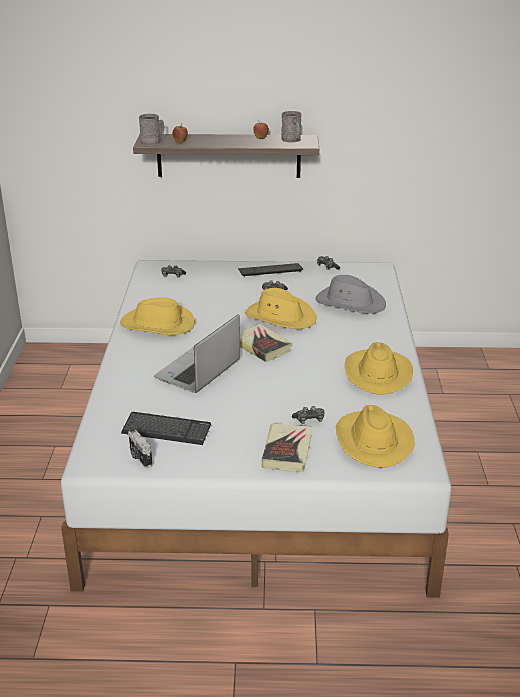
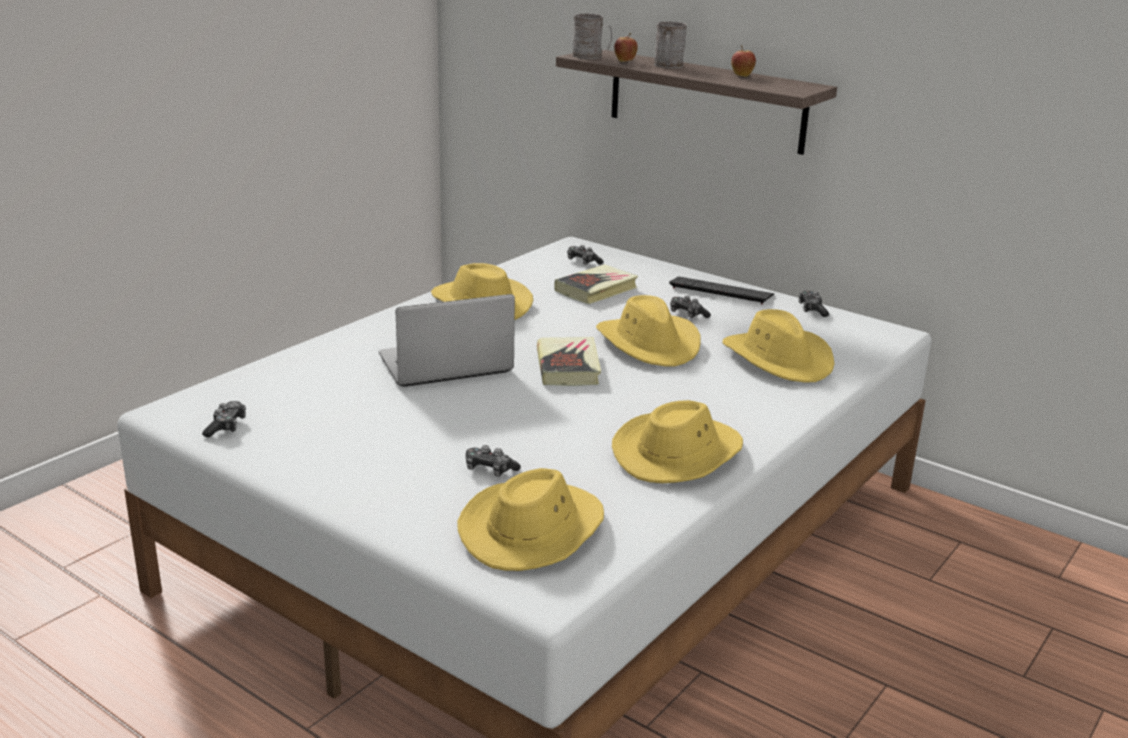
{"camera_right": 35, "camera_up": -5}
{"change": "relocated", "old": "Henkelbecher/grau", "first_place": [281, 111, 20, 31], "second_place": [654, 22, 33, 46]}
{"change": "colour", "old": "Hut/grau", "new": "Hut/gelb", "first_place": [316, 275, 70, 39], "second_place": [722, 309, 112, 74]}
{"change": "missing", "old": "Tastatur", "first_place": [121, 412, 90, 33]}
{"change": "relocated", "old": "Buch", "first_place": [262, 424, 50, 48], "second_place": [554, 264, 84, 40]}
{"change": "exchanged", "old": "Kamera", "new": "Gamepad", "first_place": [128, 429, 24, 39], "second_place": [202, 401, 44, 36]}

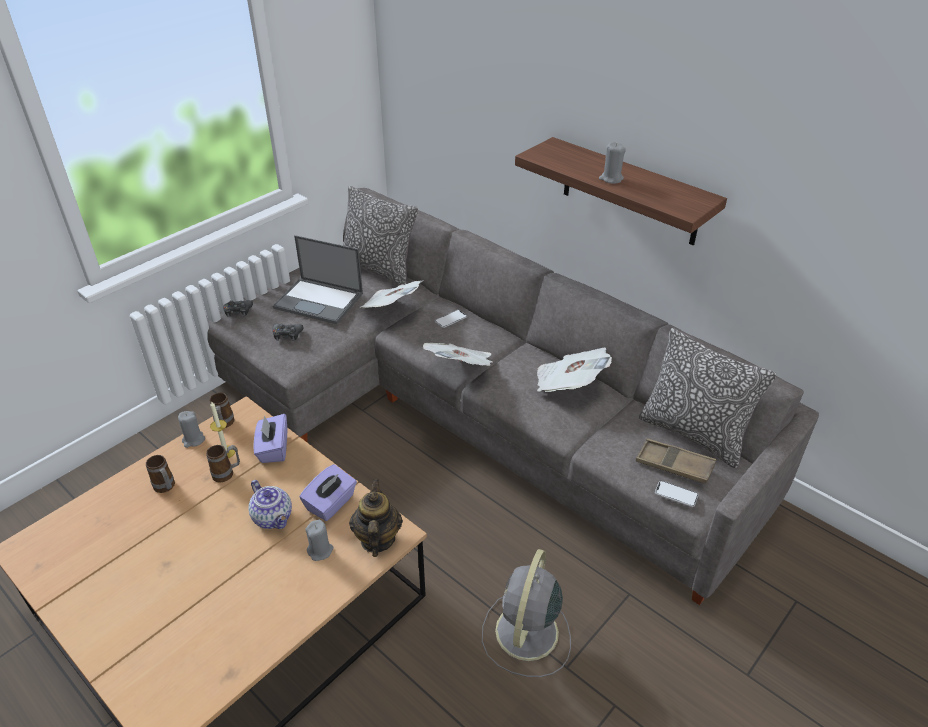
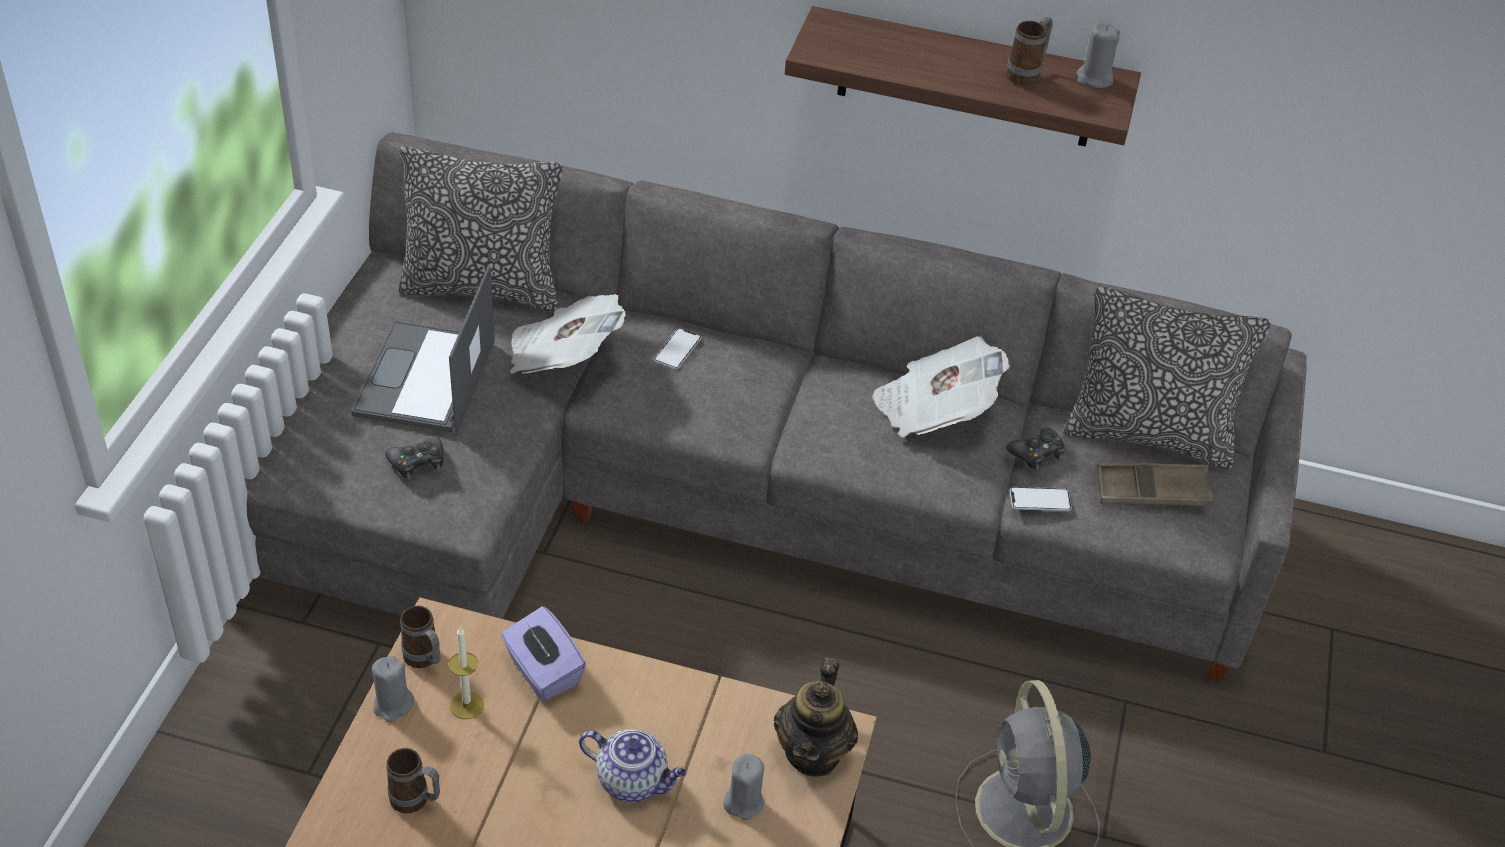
{"camera_right": -30, "camera_up": 5}
{"change": "relocated", "old": "Kerze/grau", "first_place": [599, 142, 27, 42], "second_place": [1076, 22, 44, 66]}
{"change": "spun", "old": "Laptop", "first_place": [273, 235, 90, 89], "second_place": [351, 266, 144, 167], "degrees": 105}
{"change": "relocated", "old": "Gamepad/schwarz", "first_place": [223, 300, 30, 17], "second_place": [1006, 427, 59, 43]}
{"change": "missing", "old": "Zeitung", "first_place": [423, 343, 70, 23]}
{"change": "relocated", "old": "Henkelbecher", "first_place": [206, 445, 34, 38], "second_place": [1006, 16, 47, 70]}
{"change": "missing", "old": "Taschentuchbox/lila", "first_place": [300, 464, 57, 57]}
{"change": "spun", "old": "Teekanne", "first_place": [349, 479, 54, 78], "second_place": [774, 657, 84, 120], "degrees": -135}
{"change": "relocated", "old": "Handy", "first_place": [655, 481, 44, 26], "second_place": [1009, 487, 63, 24]}

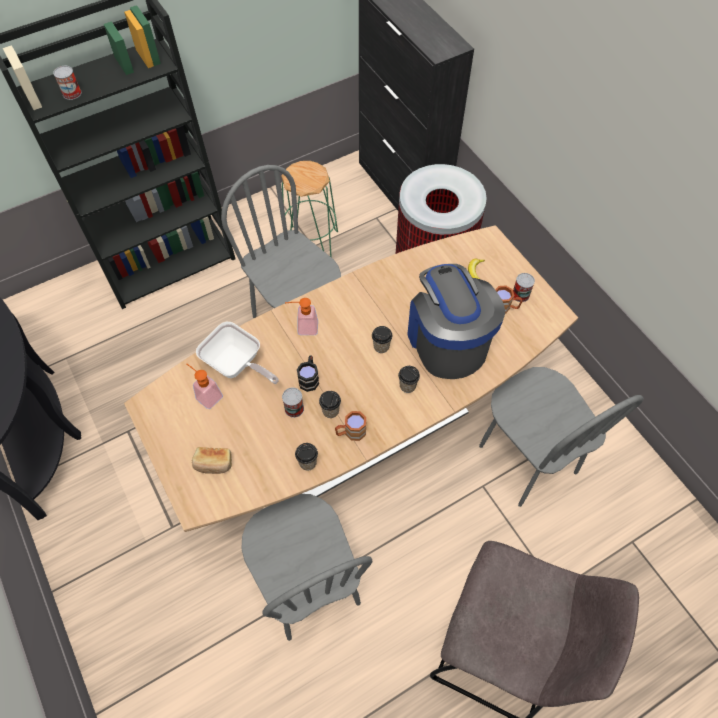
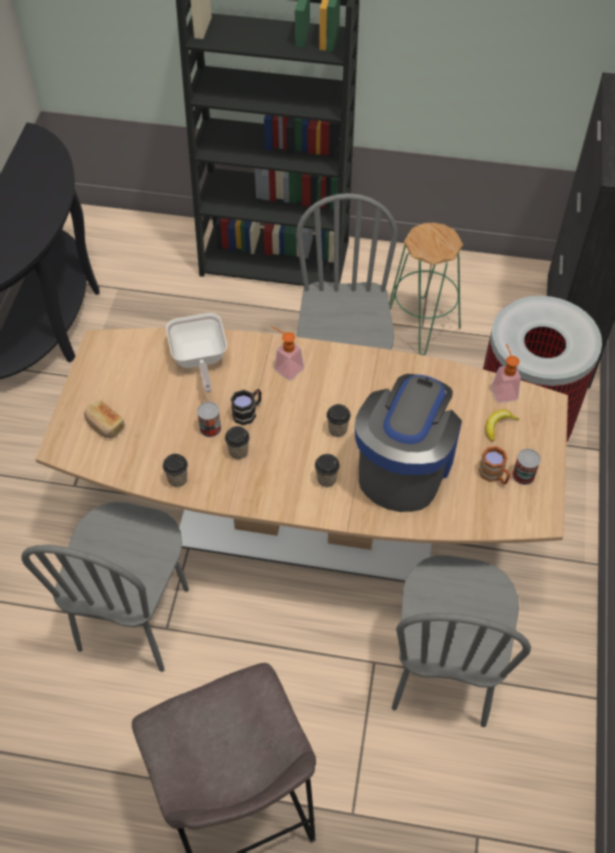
{"camera_right": 40, "camera_up": -5}
{"change": "missing", "old": "Dose", "first_place": [53, 66, 29, 34]}
{"change": "relocated", "old": "Seifenspender", "first_place": [186, 363, 37, 46], "second_place": [492, 344, 29, 58]}
{"change": "missing", "old": "Henkelbecher/braun", "first_place": [335, 411, 31, 30]}

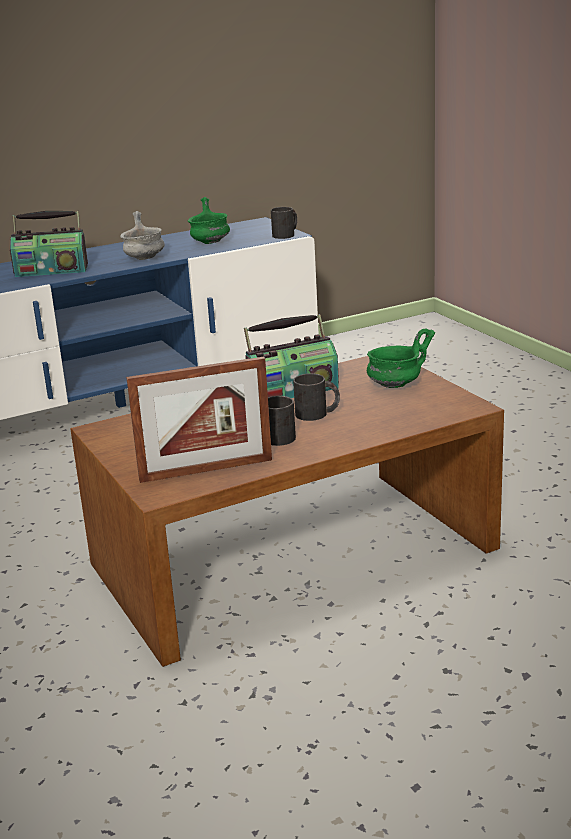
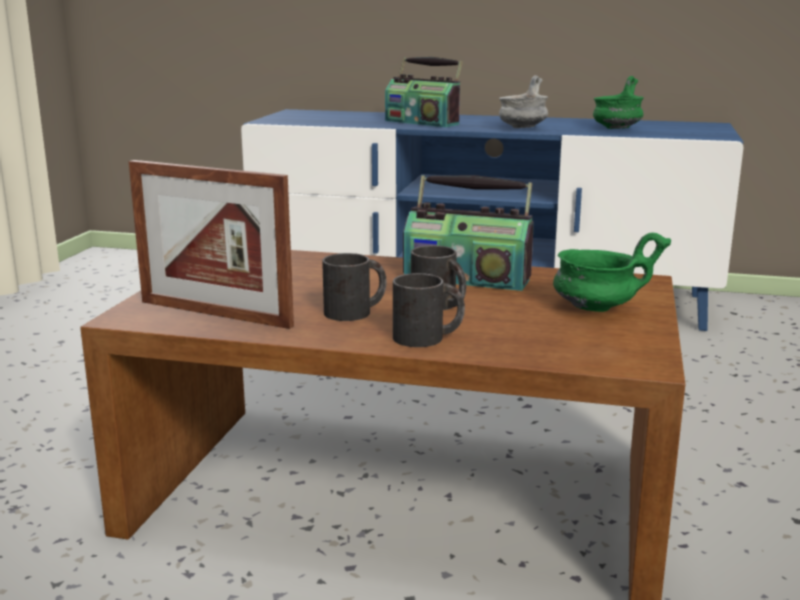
{"camera_right": 40, "camera_up": -5}
{"change": "relocated", "old": "Henkelbecher/schwarz", "first_place": [271, 207, 26, 32], "second_place": [393, 273, 72, 74]}

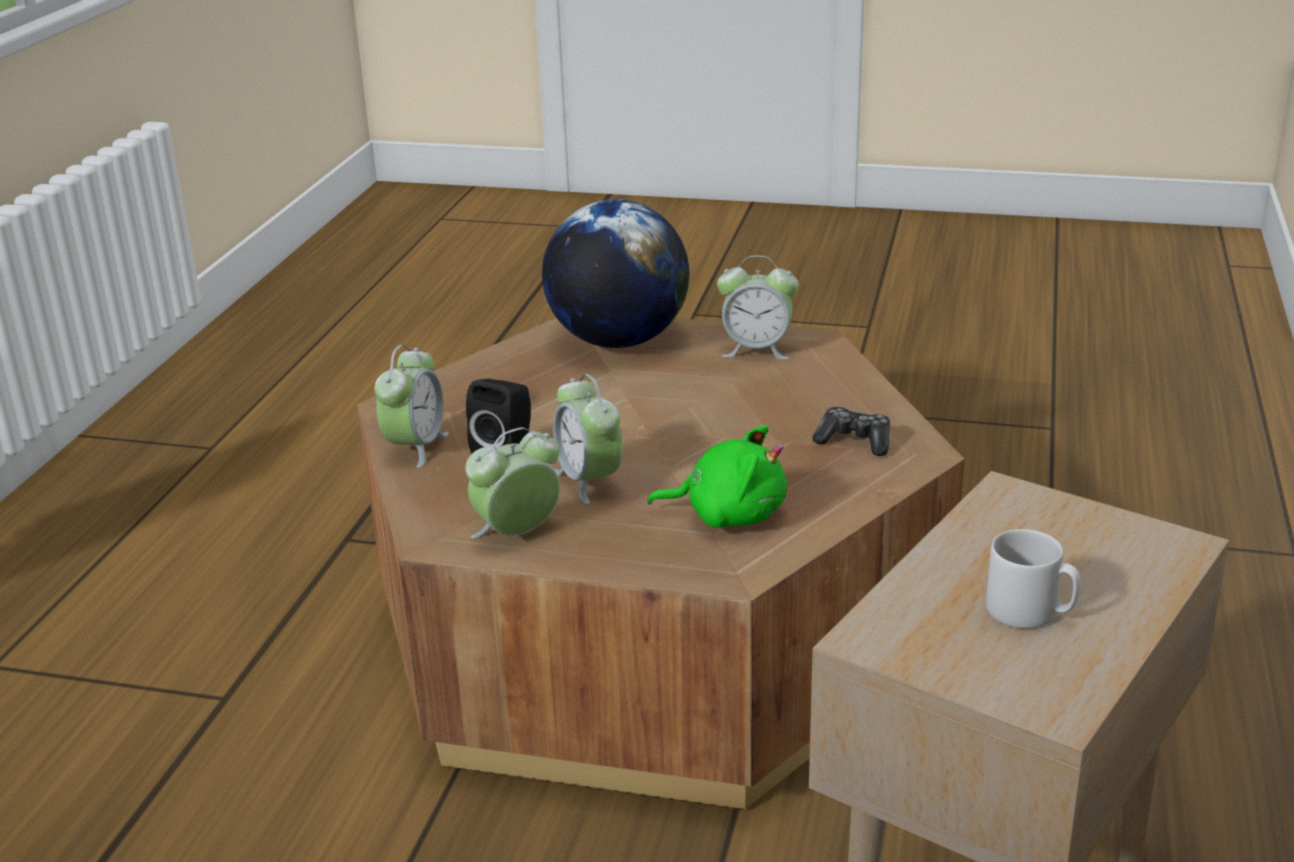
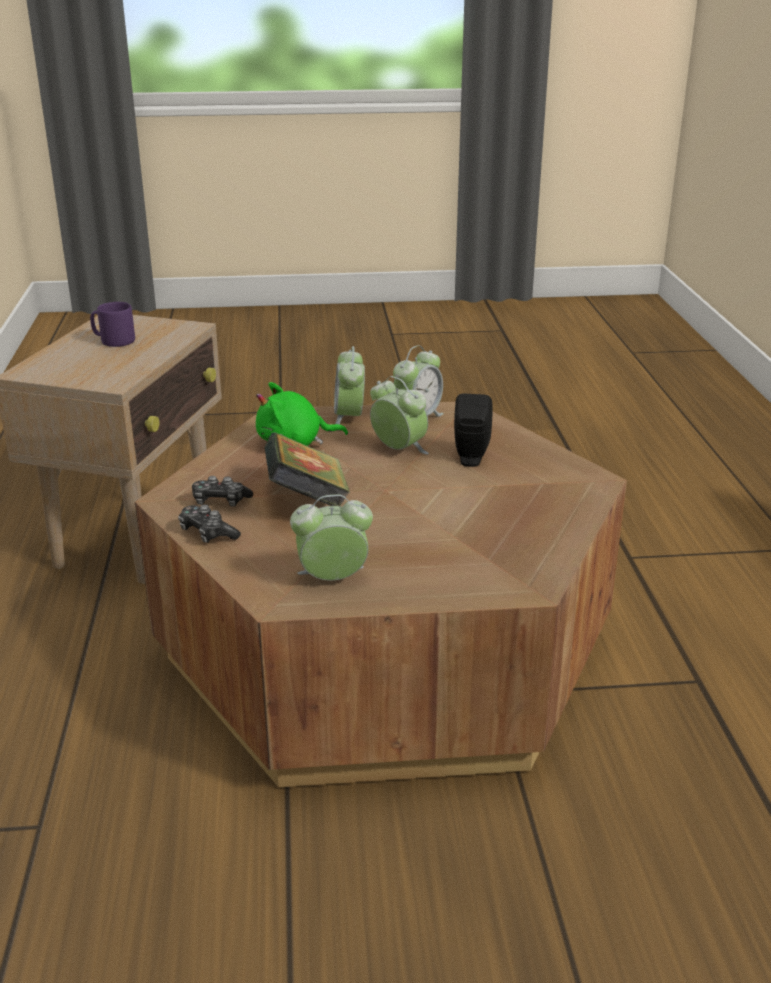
{"camera_right": 160, "camera_up": 0}
{"change": "missing", "old": "Globus", "first_place": [542, 199, 147, 149]}
{"change": "relocated", "old": "Wecker", "first_place": [375, 345, 74, 123], "second_place": [334, 346, 31, 79]}
{"change": "colour", "old": "Henkelbecher/grau", "new": "Henkelbecher/lila", "first_place": [986, 529, 94, 100], "second_place": [90, 302, 45, 45]}
{"change": "appeared", "new": "Buch", "second_place": [265, 432, 86, 75]}
{"change": "appeared", "new": "Gamepad", "second_place": [178, 505, 63, 38]}

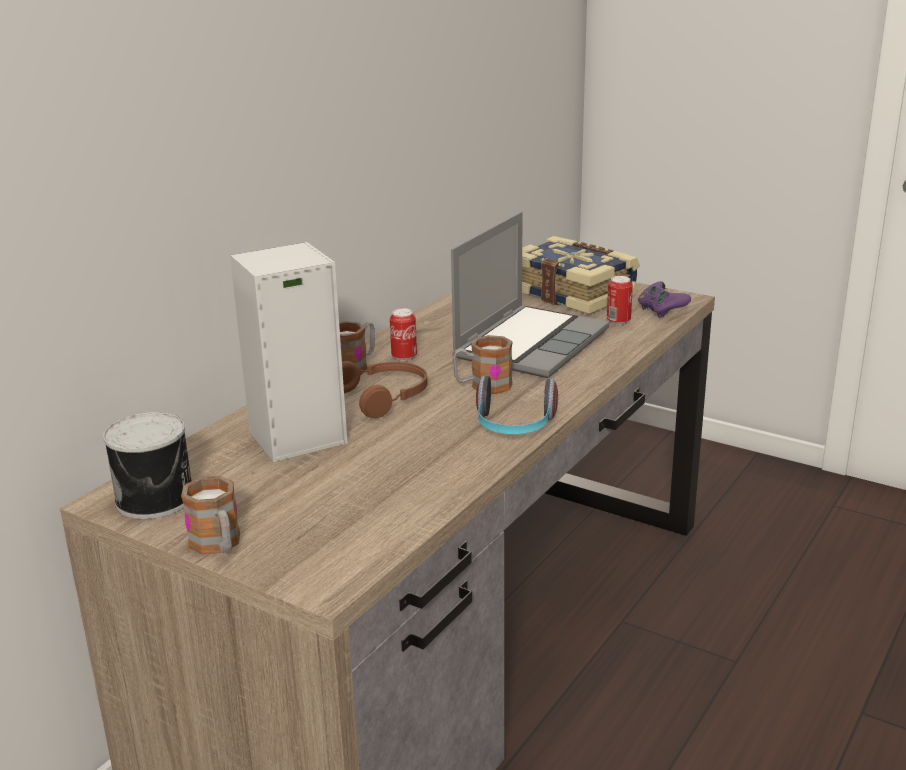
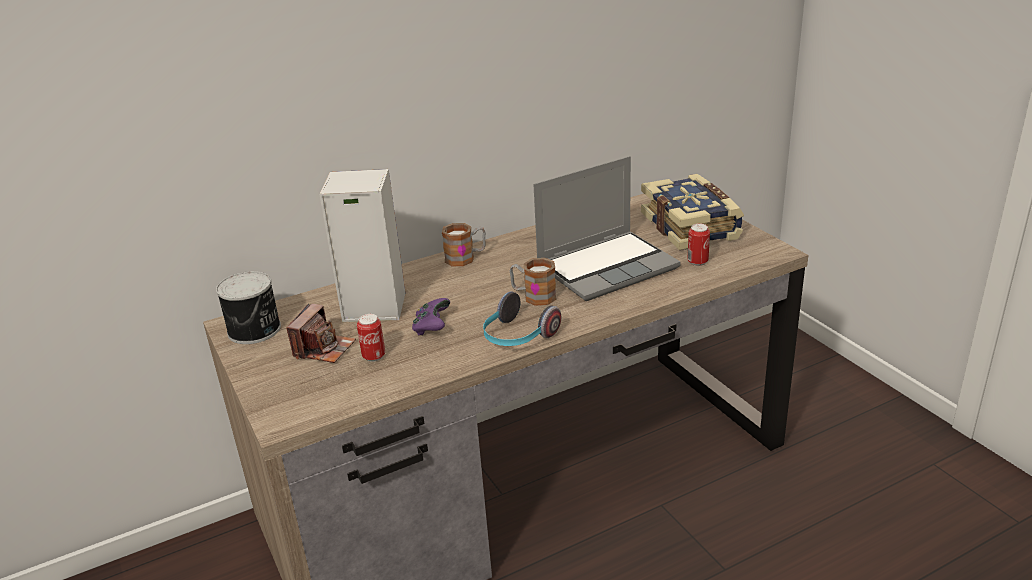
{"camera_right": 30, "camera_up": 5}
{"change": "relocated", "old": "Gamepad/lila", "first_place": [638, 281, 53, 37], "second_place": [412, 298, 38, 38]}
{"change": "relocated", "old": "Dose", "first_place": [390, 308, 27, 53], "second_place": [357, 314, 28, 48]}
{"change": "missing", "old": "Kopfhörer/braun", "first_place": [342, 361, 85, 57]}
{"change": "missing", "old": "Henkelbecher", "first_place": [181, 476, 59, 79]}
{"change": "appeared", "new": "Kamera", "second_place": [286, 303, 70, 60]}

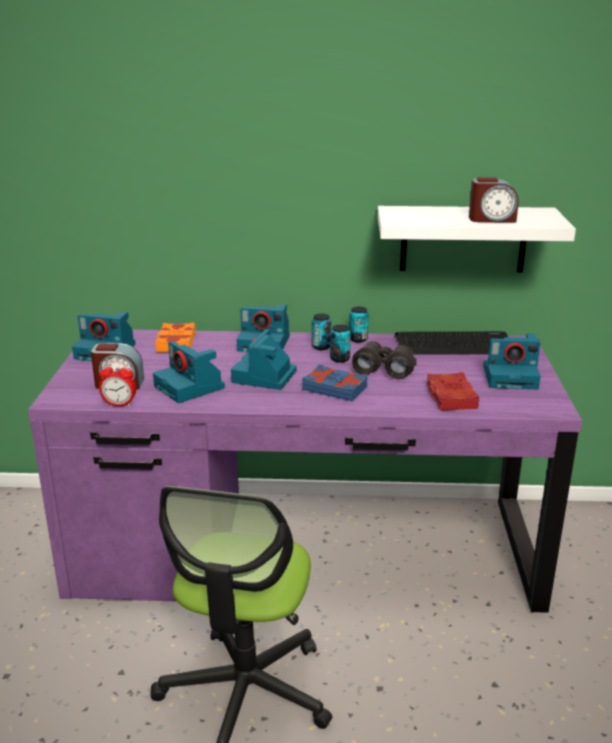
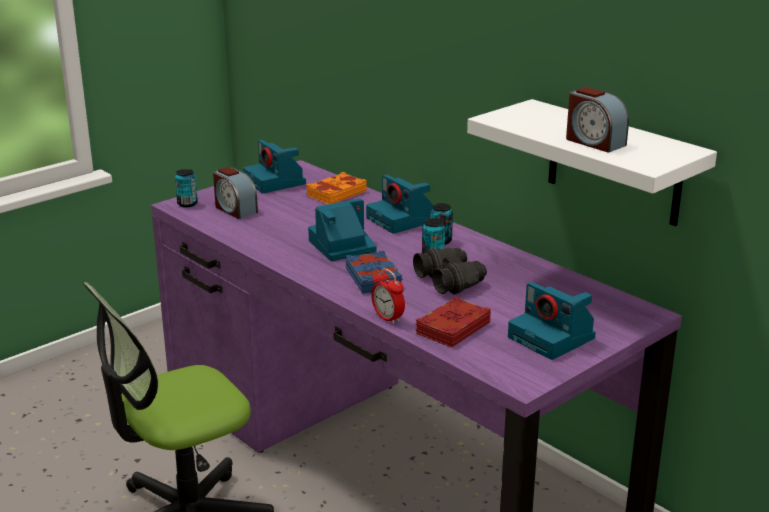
{"camera_right": 45, "camera_up": 0}
{"change": "relocated", "old": "Dose", "first_place": [349, 307, 20, 35], "second_place": [175, 169, 23, 38]}
{"change": "missing", "old": "Tastatur", "first_place": [395, 331, 113, 24]}
{"change": "missing", "old": "Kamera", "first_place": [153, 341, 72, 62]}
{"change": "relocated", "old": "Wecker", "first_place": [99, 361, 37, 46], "second_place": [371, 268, 34, 57]}

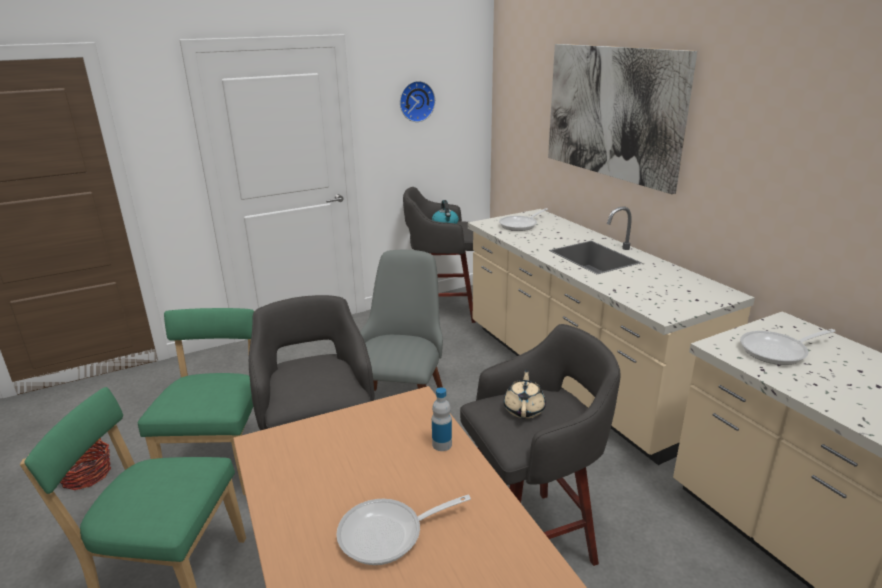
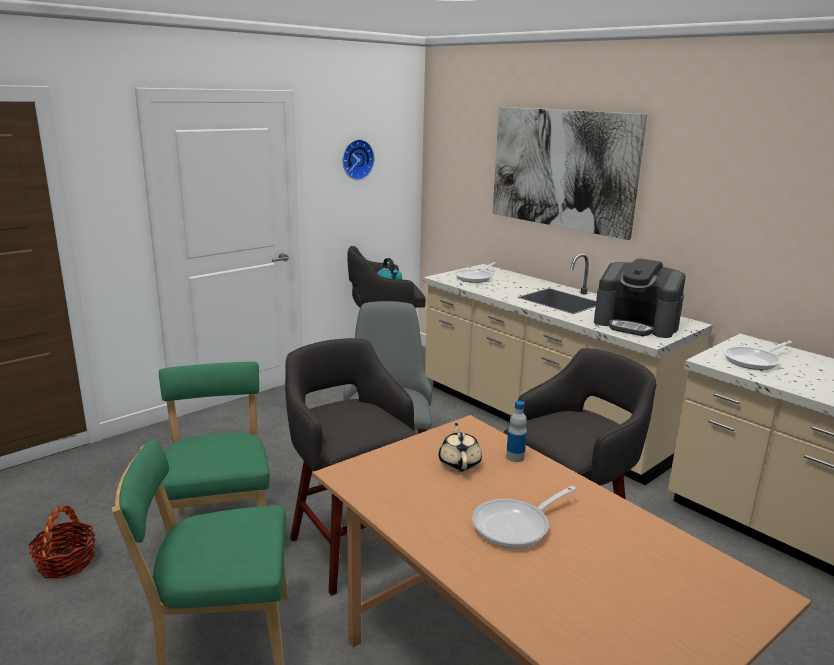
{"camera_right": -15, "camera_up": -5}
{"change": "relocated", "old": "Teekanne/beige", "first_place": [504, 369, 42, 49], "second_place": [439, 423, 43, 49]}
{"change": "appeared", "new": "Kaffeemaschine", "second_place": [594, 258, 92, 80]}

